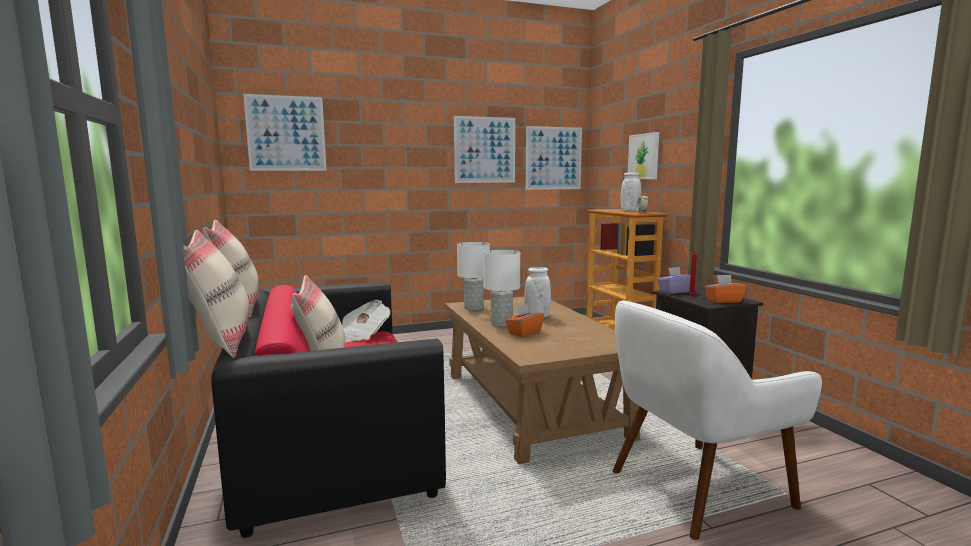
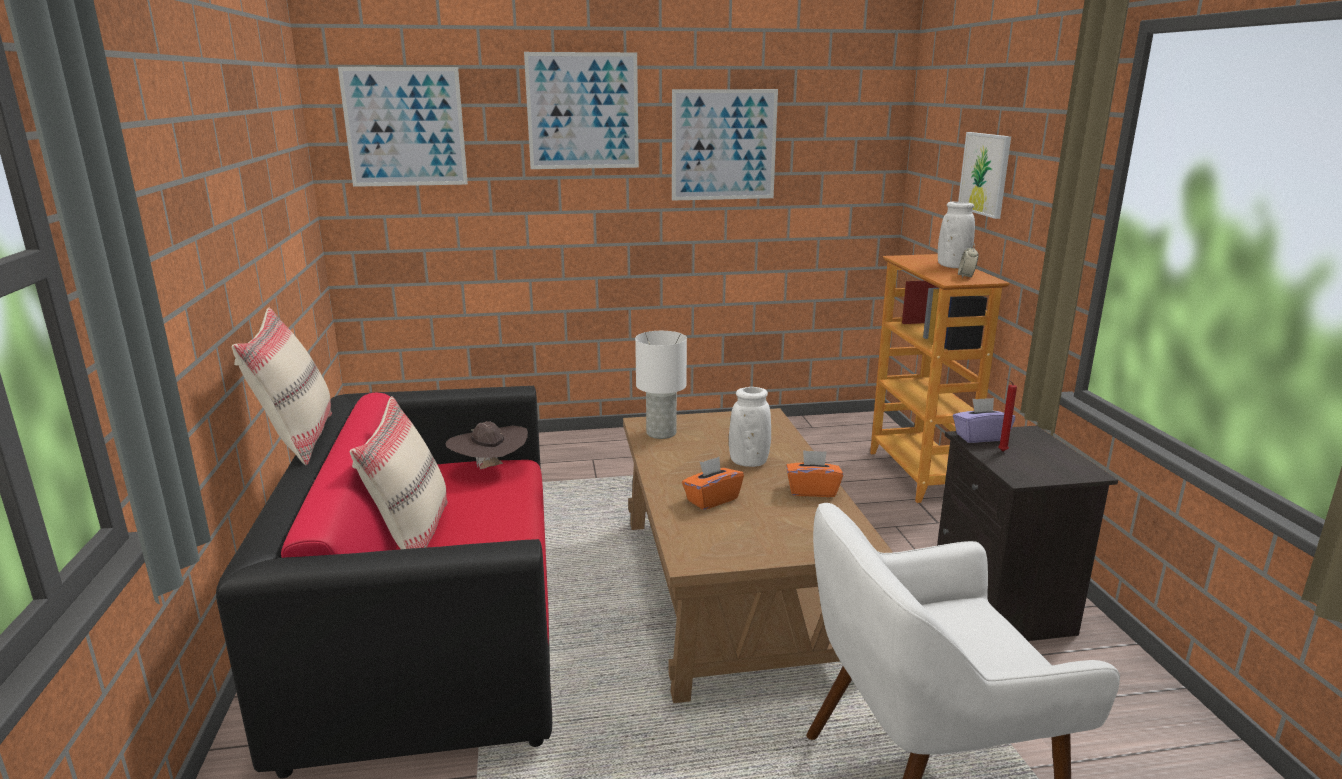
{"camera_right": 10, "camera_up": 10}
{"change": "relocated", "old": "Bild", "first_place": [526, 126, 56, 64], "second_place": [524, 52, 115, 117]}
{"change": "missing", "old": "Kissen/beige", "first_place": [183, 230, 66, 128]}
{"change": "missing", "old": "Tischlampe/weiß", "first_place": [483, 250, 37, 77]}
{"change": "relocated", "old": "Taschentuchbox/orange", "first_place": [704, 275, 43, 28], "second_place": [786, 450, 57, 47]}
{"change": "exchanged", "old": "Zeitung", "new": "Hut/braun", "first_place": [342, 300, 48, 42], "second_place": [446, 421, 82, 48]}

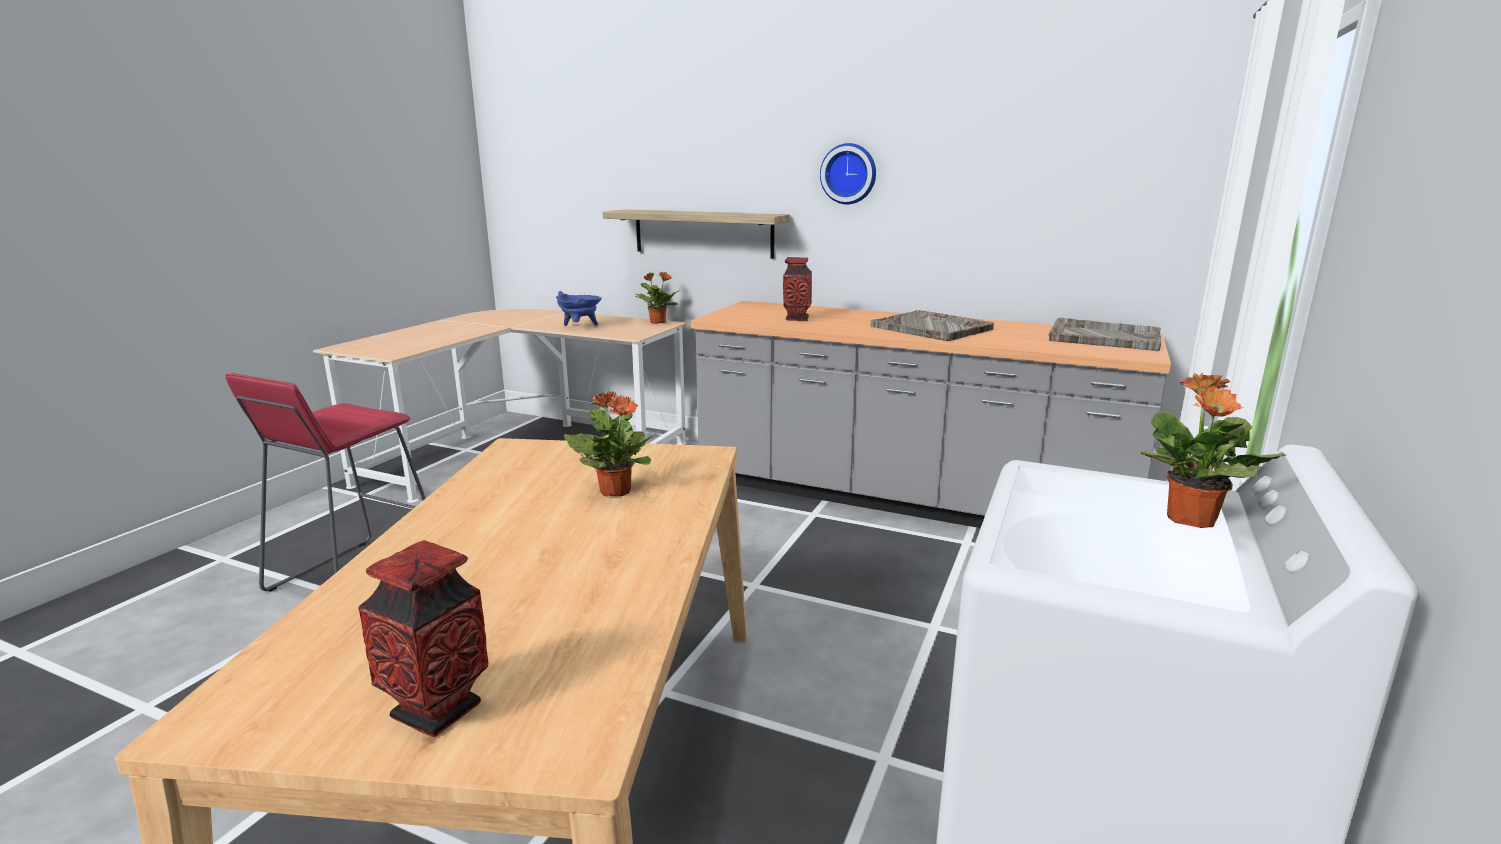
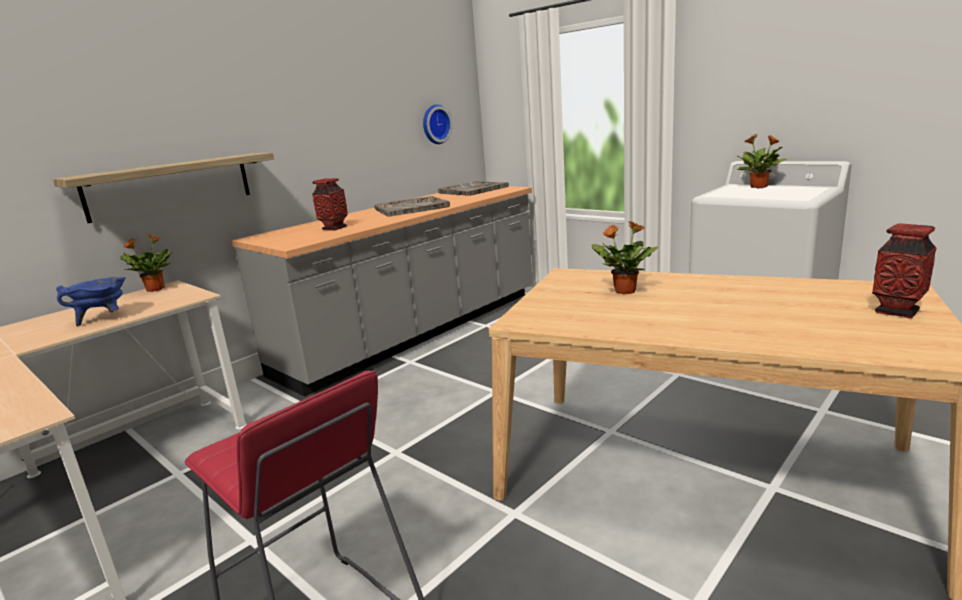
{"camera_right": -70, "camera_up": 0}
{"change": "relocated", "old": "Wanduhr", "first_place": [820, 143, 56, 61], "second_place": [423, 104, 30, 40]}

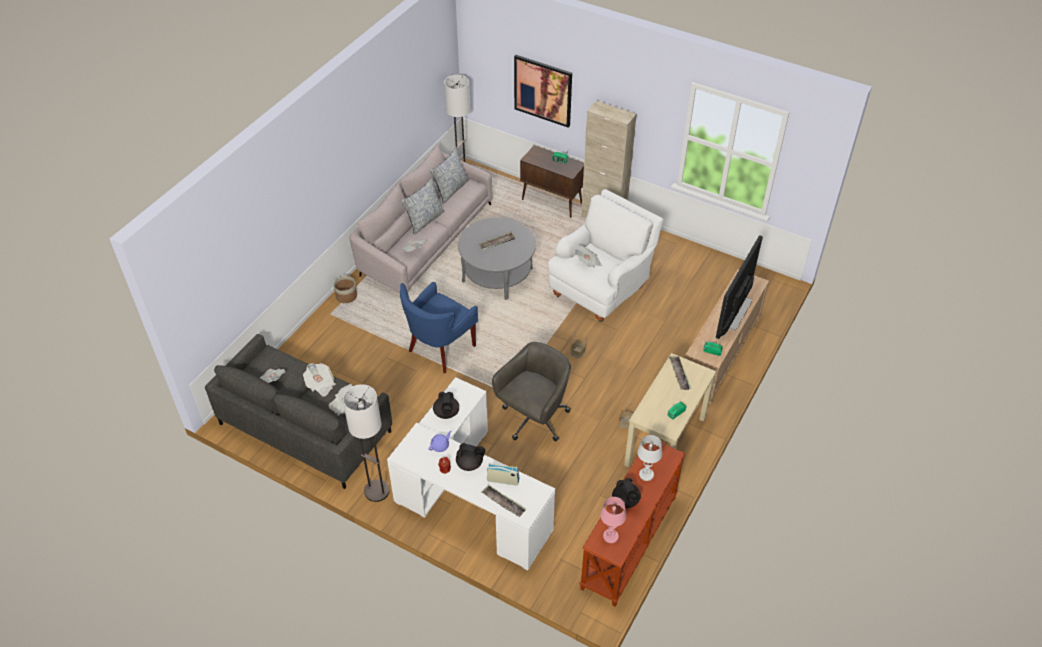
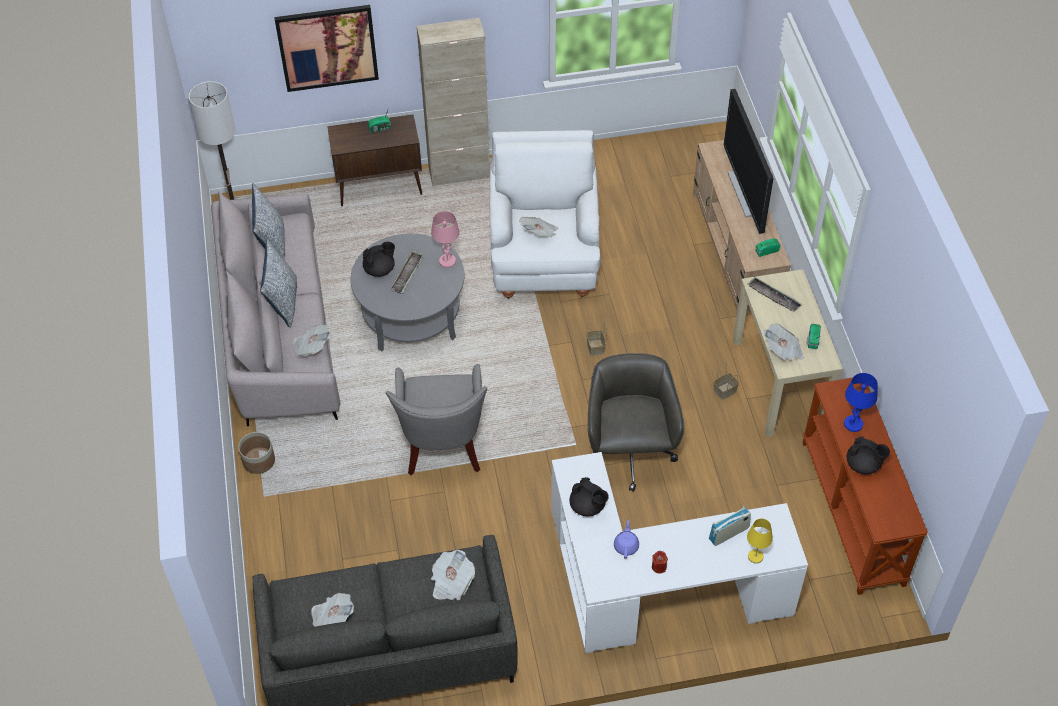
{"camera_right": -40, "camera_up": 5}
{"change": "colour", "old": "Sessel/blau", "new": "Sessel/grau", "first_place": [400, 282, 78, 91], "second_place": [386, 364, 101, 111]}
{"change": "relocated", "old": "Zeitung", "first_place": [303, 363, 33, 34], "second_place": [764, 324, 40, 37]}
{"change": "missing", "old": "Stehlampe", "first_place": [343, 384, 47, 118]}
{"change": "colour", "old": "Tischlampe/weiß", "new": "Tischlampe/blau", "first_place": [637, 435, 25, 46], "second_place": [844, 373, 34, 59]}
{"change": "relocated", "old": "Teekanne/schwarz", "first_place": [456, 443, 30, 28], "second_place": [363, 242, 32, 35]}
{"change": "exchanged", "old": "Tablett", "new": "Tischlampe/gelb", "first_place": [481, 485, 46, 32], "second_place": [747, 518, 26, 46]}
{"change": "relocated", "old": "Tischlampe/rosa", "first_place": [600, 497, 26, 46], "second_place": [431, 211, 29, 57]}

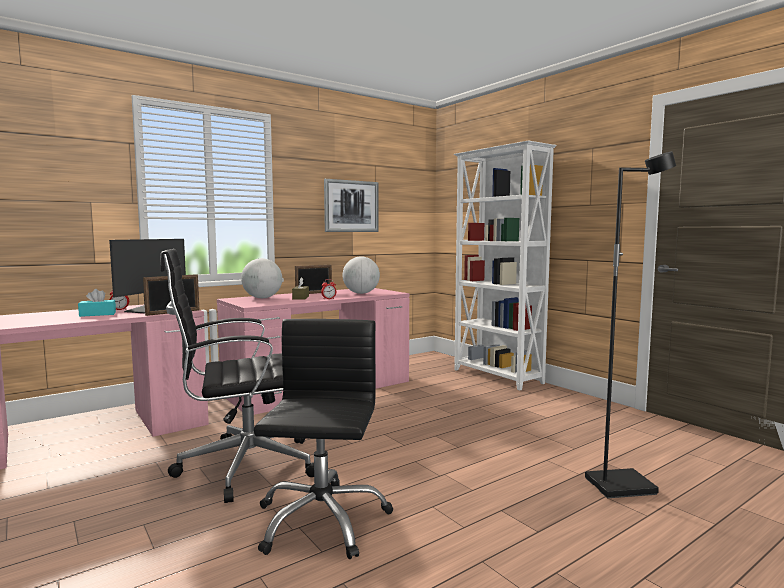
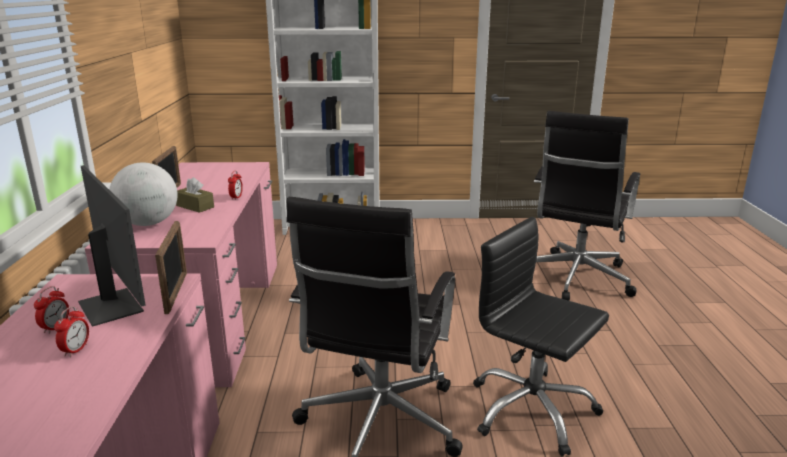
{"camera_right": -55, "camera_up": 15}
{"change": "exchanged", "old": "Stehlampe/schwarz", "new": "Bürostuhl/schwarz", "first_place": [585, 151, 91, 347], "second_place": [534, 111, 106, 190]}
{"change": "missing", "old": "Bild", "first_place": [324, 179, 55, 53]}
{"change": "missing", "old": "Globus", "first_place": [343, 256, 37, 38]}
{"change": "exchanged", "old": "Taschentuchbox/türkis", "new": "Wecker", "first_place": [78, 289, 38, 28], "second_place": [54, 306, 35, 51]}

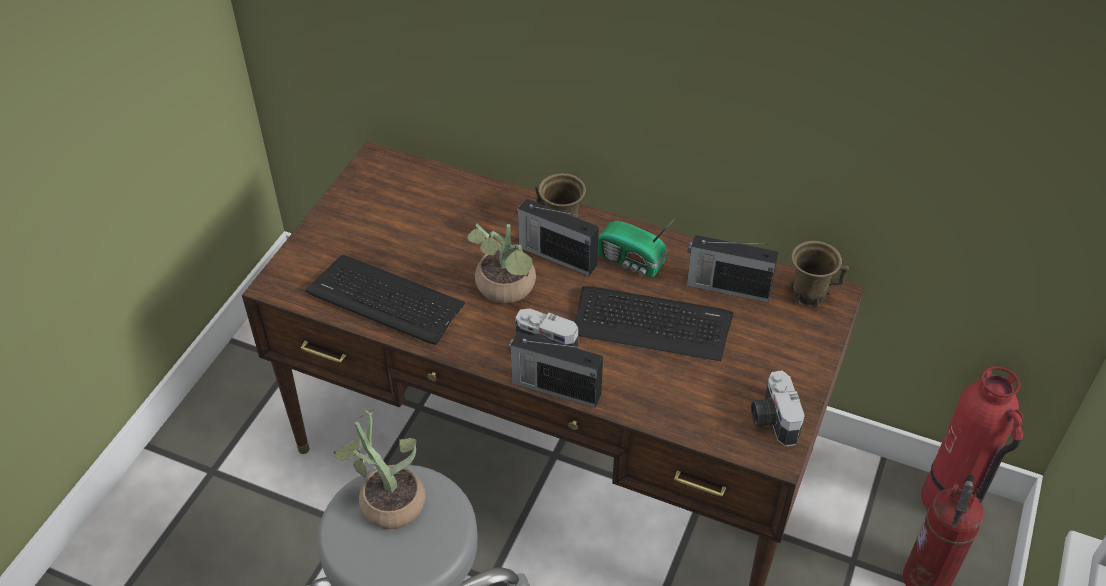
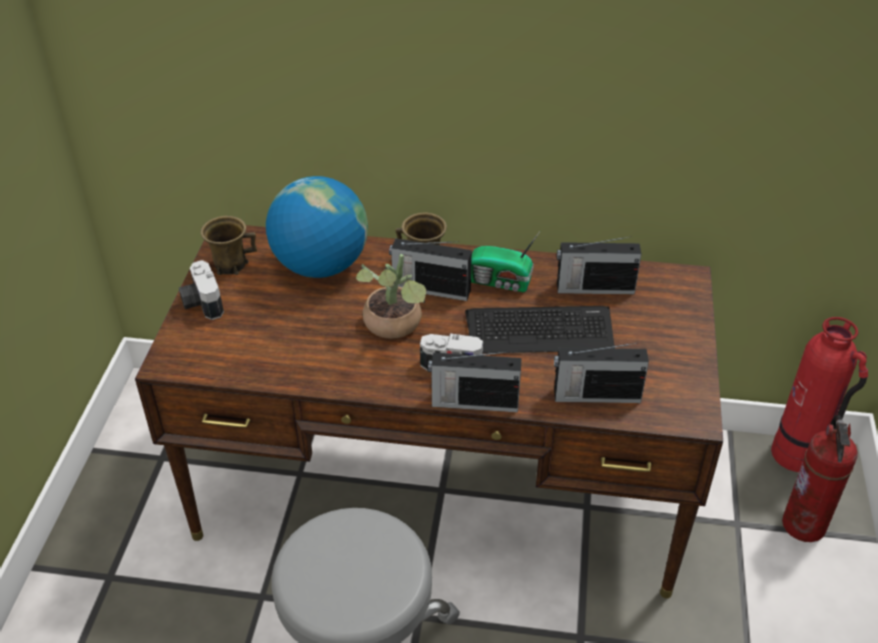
{"camera_right": -15, "camera_up": -5}
{"change": "relocated", "old": "Henkelbecher/braun", "first_place": [791, 241, 58, 66], "second_place": [201, 216, 56, 59]}
{"change": "missing", "old": "Tastatur", "first_place": [305, 254, 160, 91]}
{"change": "relocated", "old": "Kamera", "first_place": [751, 370, 54, 77], "second_place": [179, 260, 45, 60]}
{"change": "missing", "old": "Topfpflanze", "first_place": [334, 409, 92, 120]}
{"change": "appeared", "new": "Globus", "second_place": [266, 176, 102, 102]}
{"change": "appeared", "new": "Radio", "second_place": [554, 343, 95, 60]}

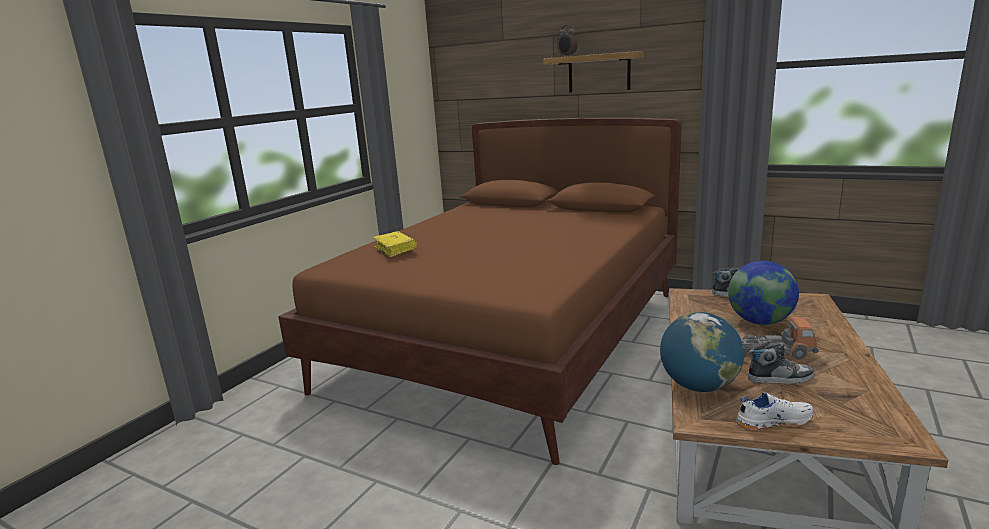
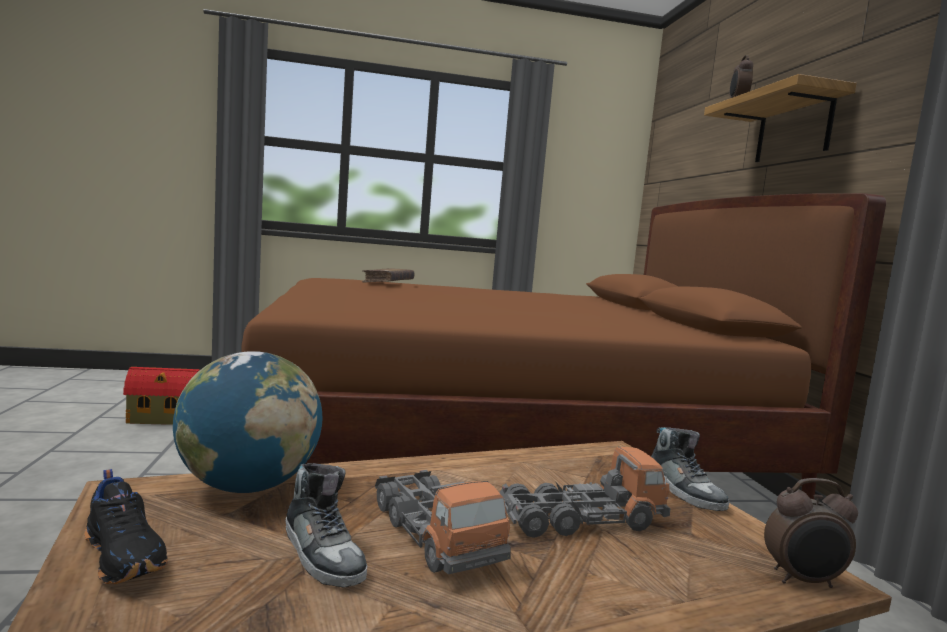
{"camera_right": 50, "camera_up": -10}
{"change": "colour", "old": "Buch/gelb", "new": "Buch/braun", "first_place": [373, 231, 44, 26], "second_place": [362, 268, 53, 14]}
{"change": "exchanged", "old": "Globus", "new": "Spielzeuglaster", "first_place": [728, 261, 71, 64], "second_place": [500, 447, 170, 91]}
{"change": "colour", "old": "Schuh/weiß", "new": "Schuh/schwarz", "first_place": [736, 392, 78, 39], "second_place": [84, 469, 84, 115]}
{"change": "appeared", "new": "Spielzeughaus", "second_place": [123, 367, 77, 58]}
{"change": "appeared", "new": "Wecker", "second_place": [764, 478, 94, 110]}

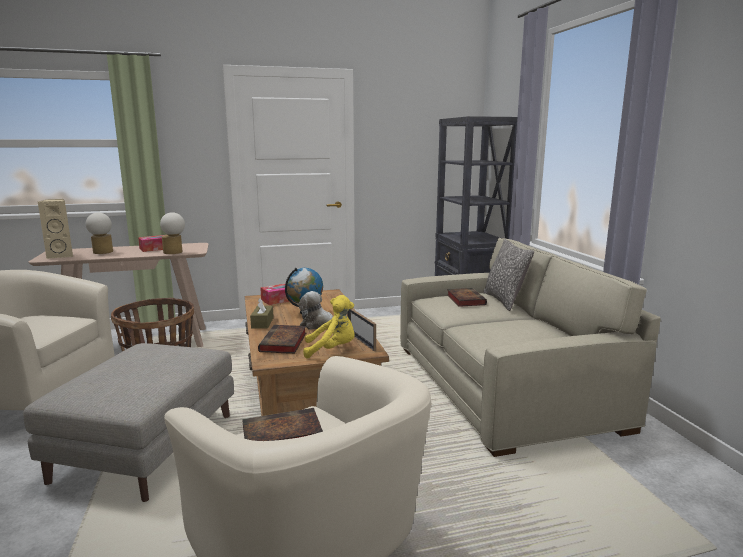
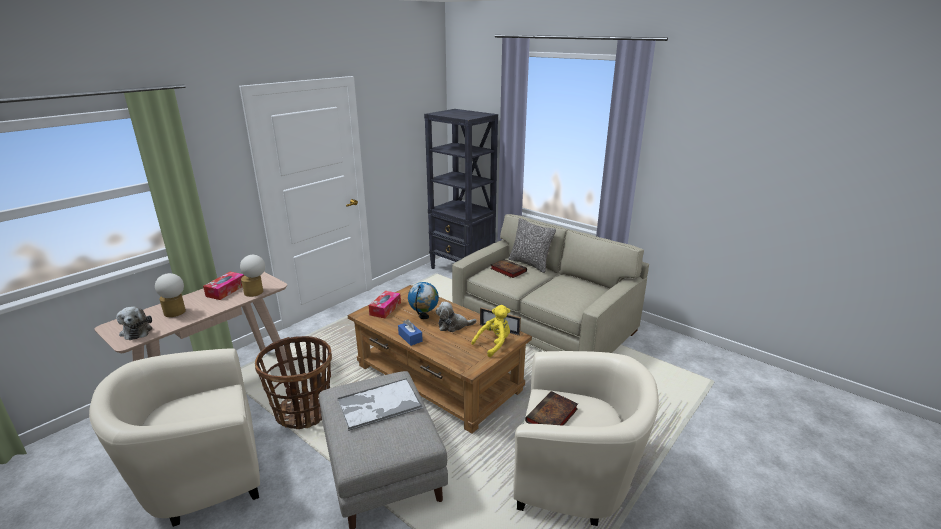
{"camera_right": -35, "camera_up": 10}
{"change": "exchanged", "old": "Lautsprecher/beige", "new": "Plüschtier", "first_place": [38, 199, 35, 60], "second_place": [116, 307, 37, 33]}
{"change": "colour", "old": "Taschentuchbox/braun", "new": "Taschentuchbox/blau", "first_place": [250, 298, 24, 31], "second_place": [398, 319, 25, 27]}
{"change": "missing", "old": "Buch", "first_place": [258, 325, 48, 29]}
{"change": "appeared", "new": "Tablett", "second_place": [338, 378, 85, 53]}

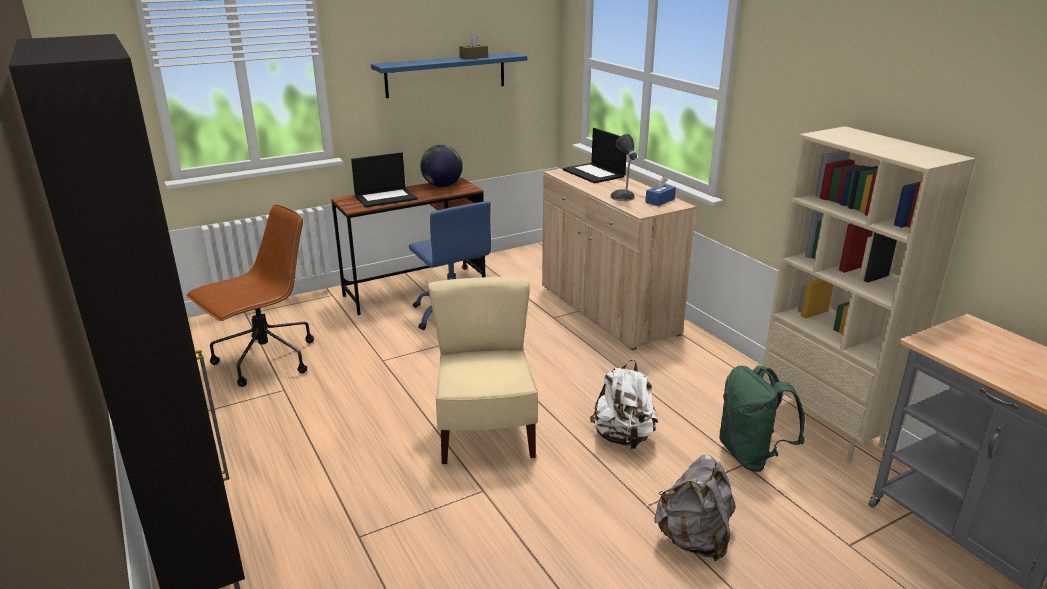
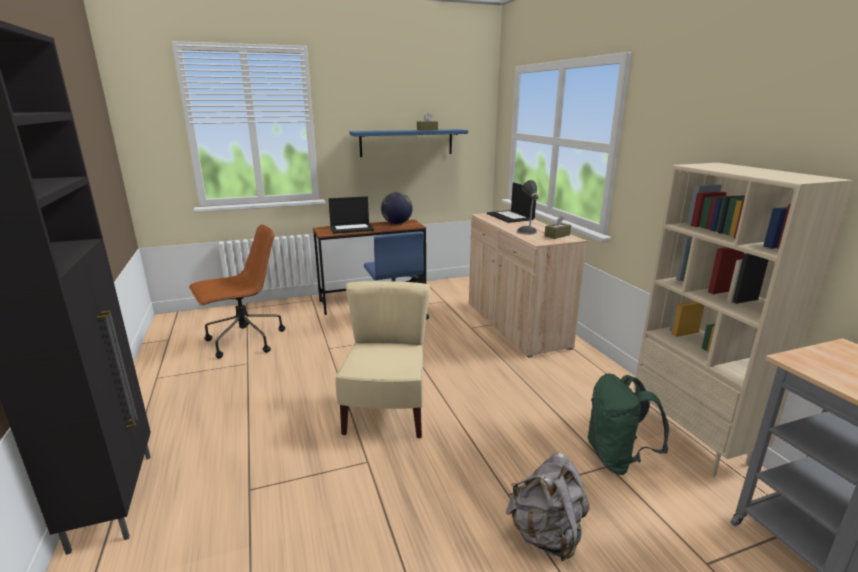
{"camera_right": 10, "camera_up": -5}
{"change": "colour", "old": "Taschentuchbox/blau", "new": "Taschentuchbox/braun", "first_place": [645, 177, 31, 29], "second_place": [545, 216, 26, 23]}
{"change": "missing", "old": "Rucksack/weiß", "first_place": [590, 360, 68, 89]}

